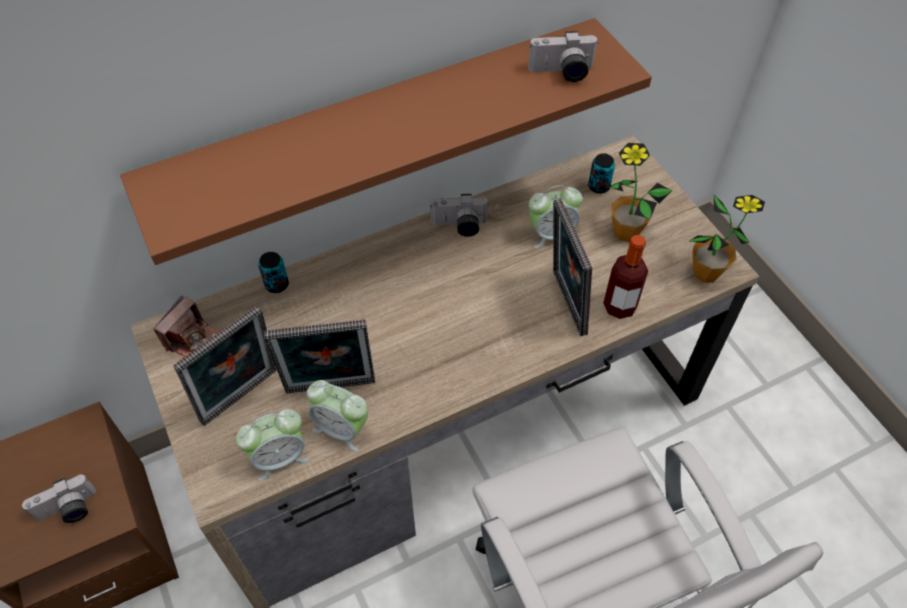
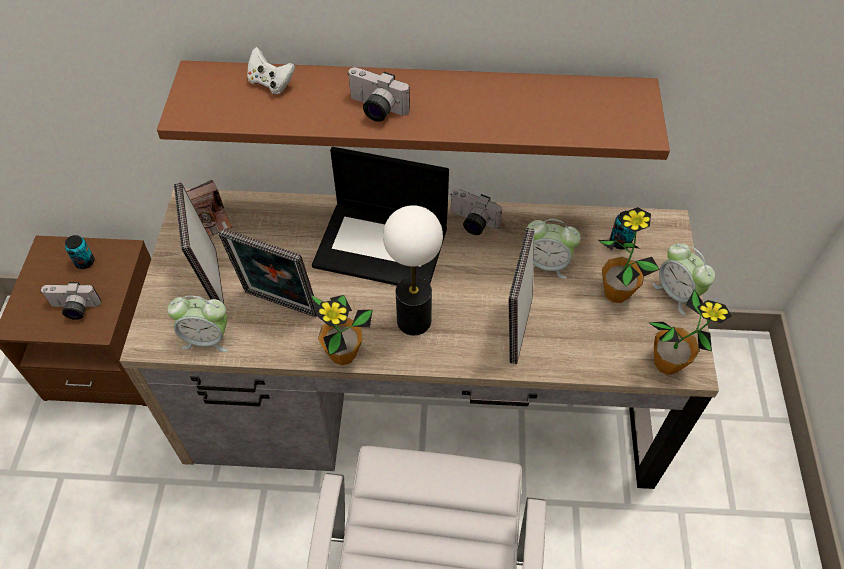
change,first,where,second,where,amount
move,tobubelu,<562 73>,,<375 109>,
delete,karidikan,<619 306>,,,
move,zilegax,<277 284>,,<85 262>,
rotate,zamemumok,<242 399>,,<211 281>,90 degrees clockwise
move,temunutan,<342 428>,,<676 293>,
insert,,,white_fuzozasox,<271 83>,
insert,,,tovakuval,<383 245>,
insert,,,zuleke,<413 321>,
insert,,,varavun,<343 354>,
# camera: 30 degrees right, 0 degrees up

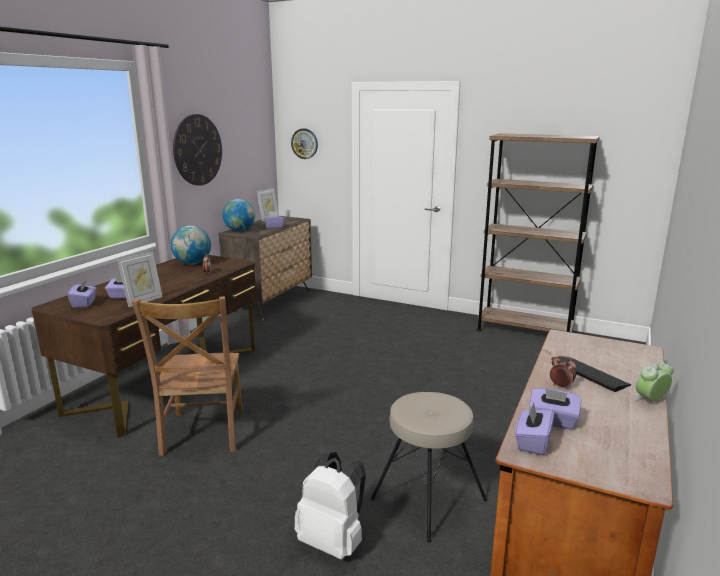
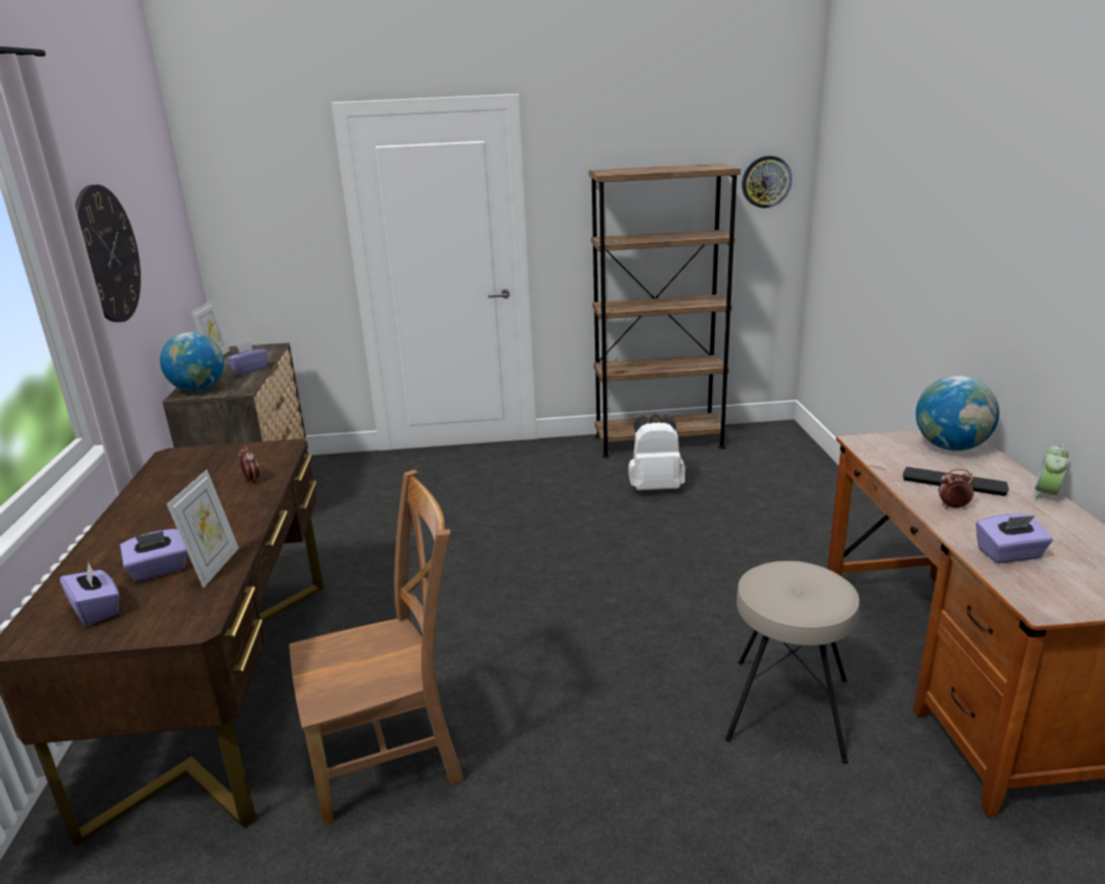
change,first,where,second,where,amount
move,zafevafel,<304 143>,,<766 181>,
move,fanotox,<192 263>,,<951 447>,
rotate,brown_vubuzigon,<202 434>,,<391 756>,75 degrees counterclockwise
delete,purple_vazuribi,<532 442>,,,
move,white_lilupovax,<333 541>,,<655 487>,
# camera: 30 degrees left, 5 degrees up

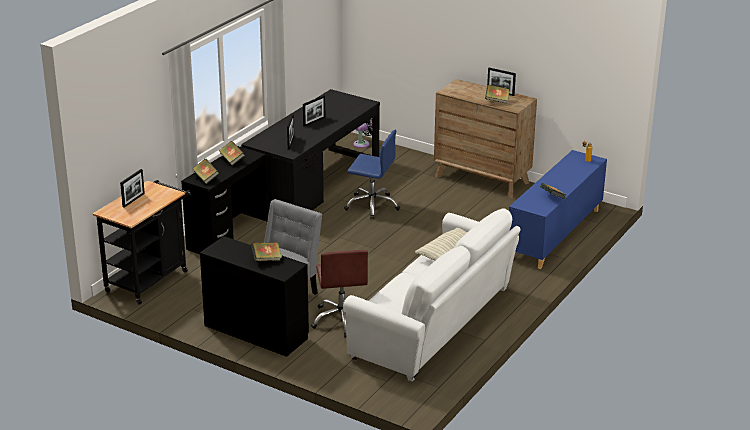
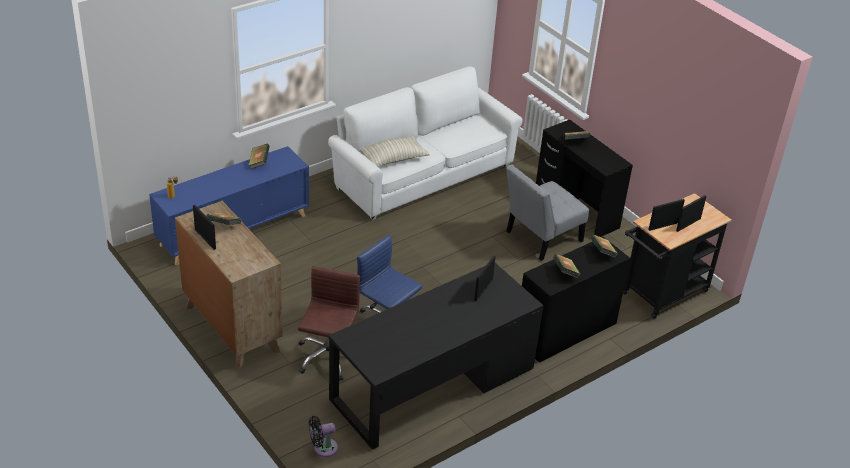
change,first,where,second,where,amount
move,zamemumok,<314 121>,,<663 226>,
move,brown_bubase,<342 320>,,<328 357>,
# camera: 160 degrees left, 10 degrees up

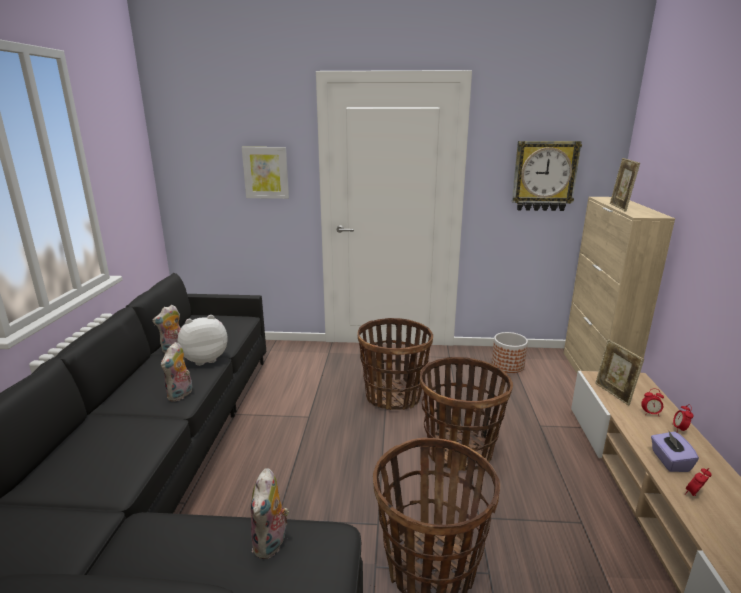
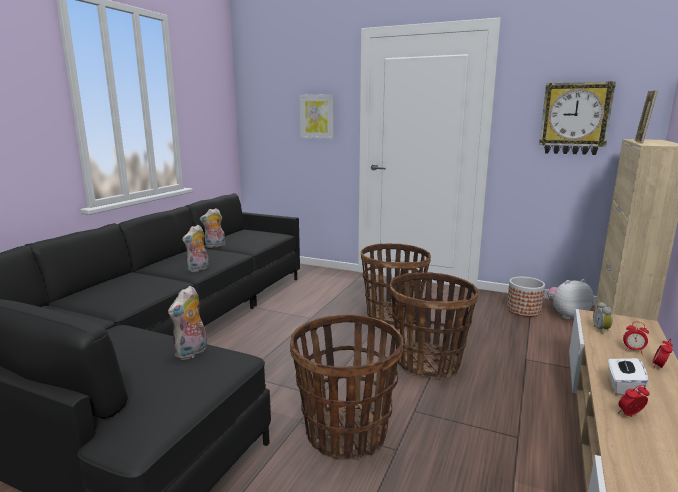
change,first,where,second,where,amount
move,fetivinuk,<204 359>,,<566 315>,
replace,zamemumok,<613 394>,temunutan,<602 330>,
recolor,purple_vazuribi,<669 461>,white_vazuribi,<623 387>,
# camera: 20 degrees right, 5 degrees down

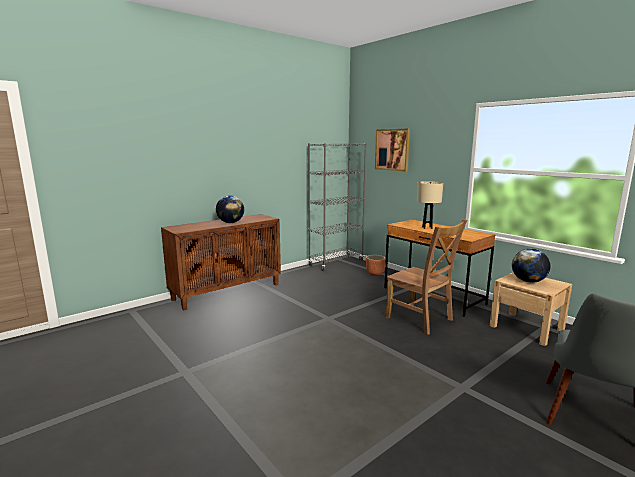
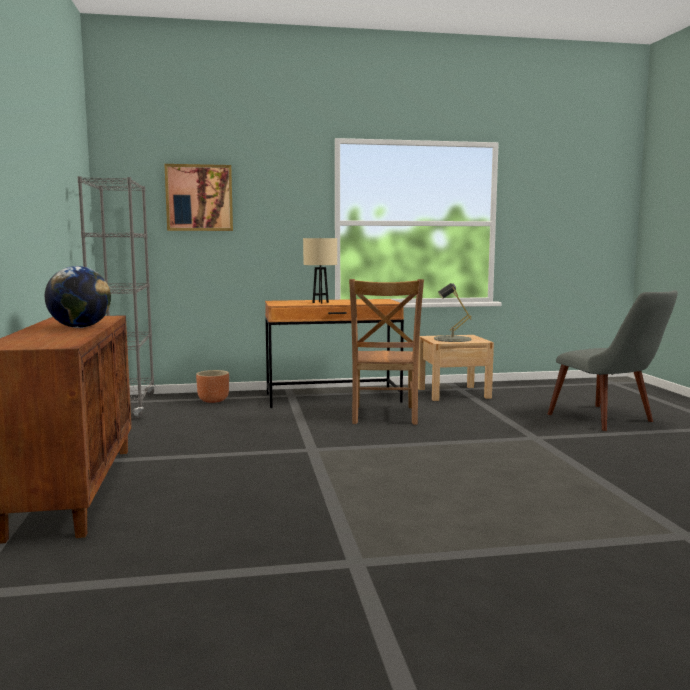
change,first,where,second,where,amount
rotate,brown_vubuzigon,<421 320>,,<383 416>,105 degrees clockwise
replace,fanotox,<528 281>,grey_zuleke,<452 339>,
# camera: 60 degrees left, 5 degrees down

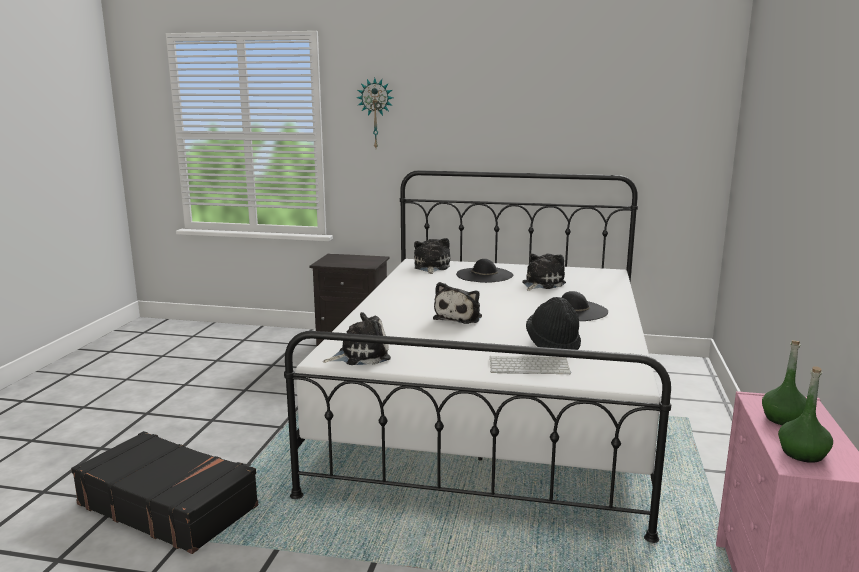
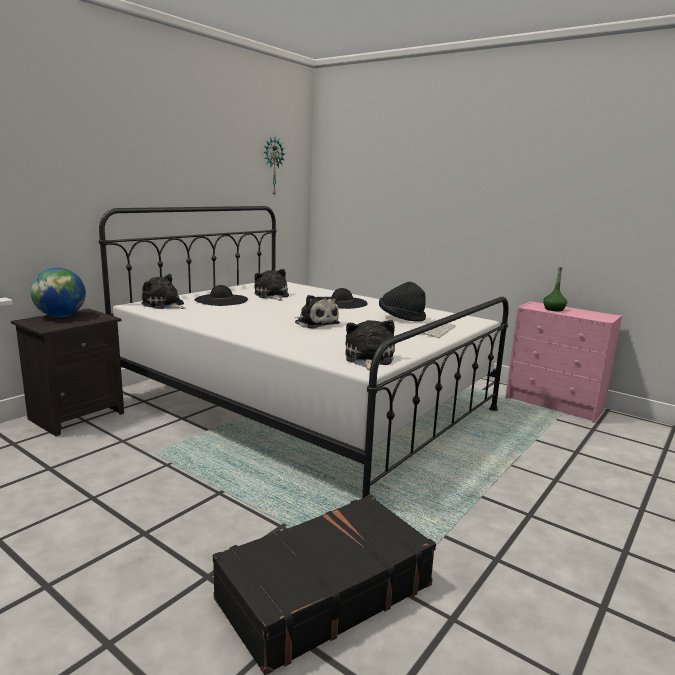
change,first,where,second,where,amount
move,zafevafel,<376 113>,,<272 166>,
delete,green_karidikan,<803 453>,,,
insert,,,fanotox,<61 316>,
# camera: 65 degrees left, 0 degrees up

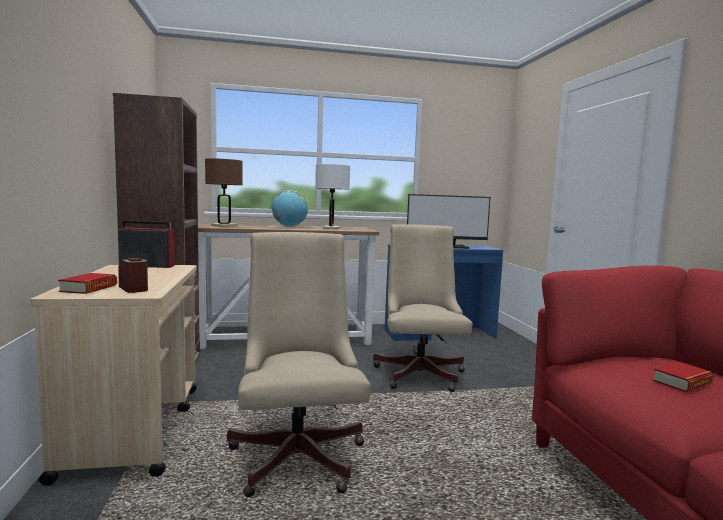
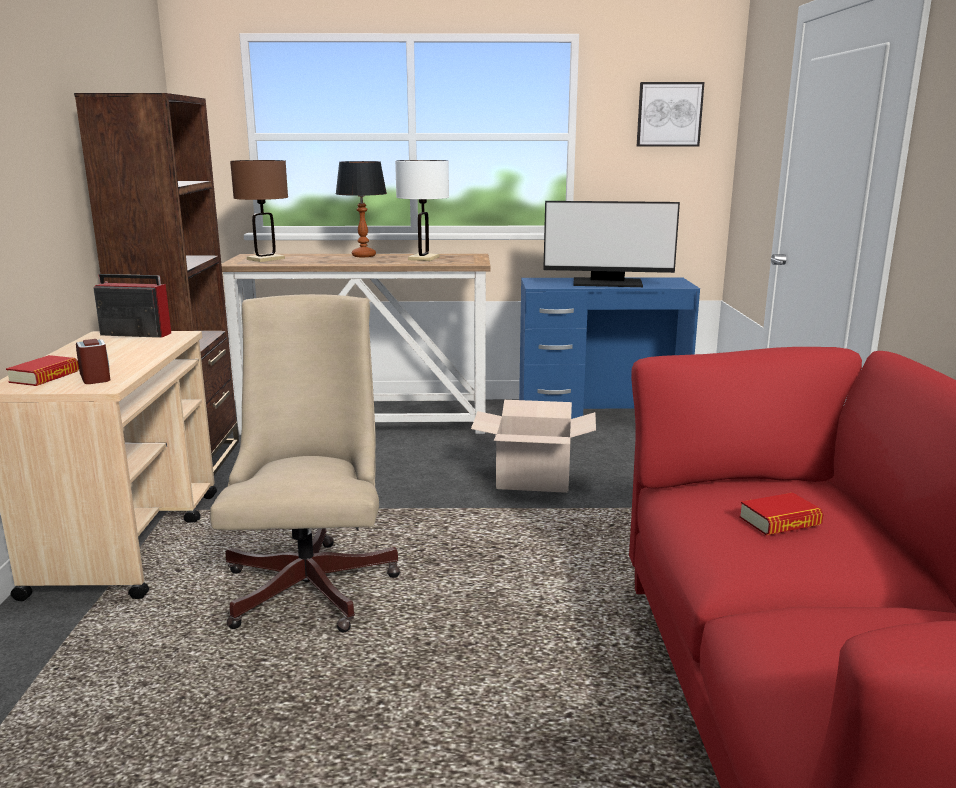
change,first,where,second,where,amount
replace,fanotox,<289 226>,zuleke,<363 256>,
replace,beige_bubase,<420 372>,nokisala,<533 479>,
insert,,,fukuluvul,<669 114>,
# camera: 10 degrees right, 10 degrees up

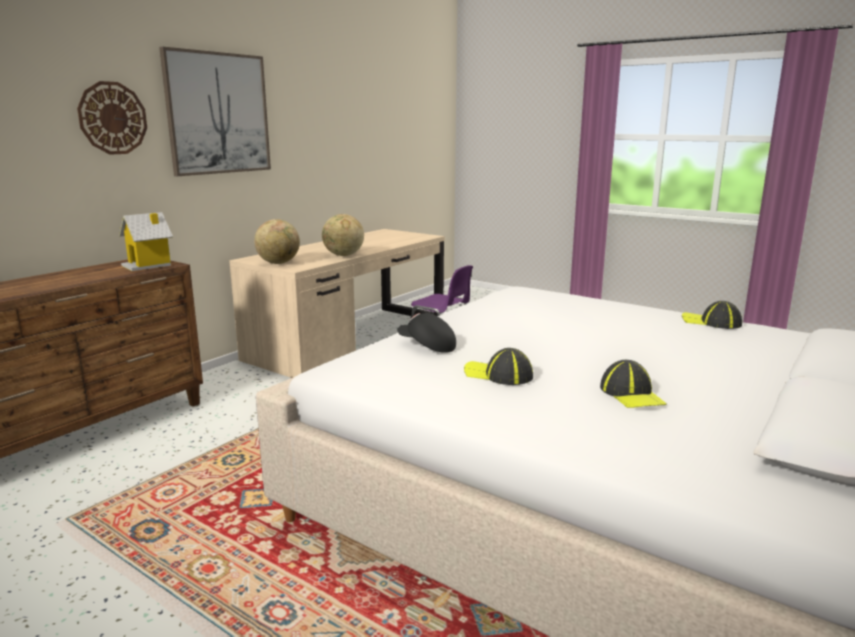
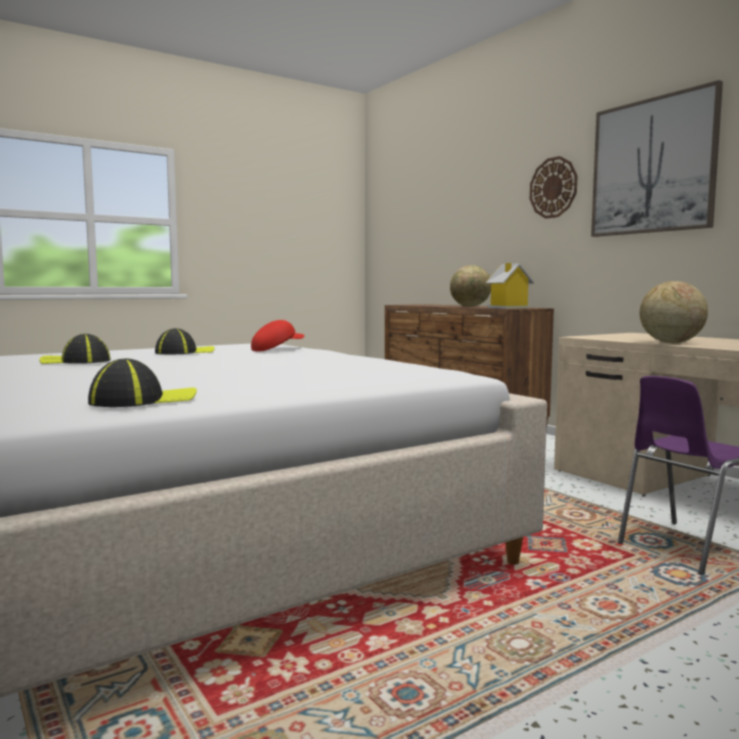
change,first,where,second,where,amount
move,fanotox,<278 263>,,<470 306>,
recolor,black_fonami,<427 346>,red_fonami,<277 350>,
# camera: 110 degrees right, 10 degrees down

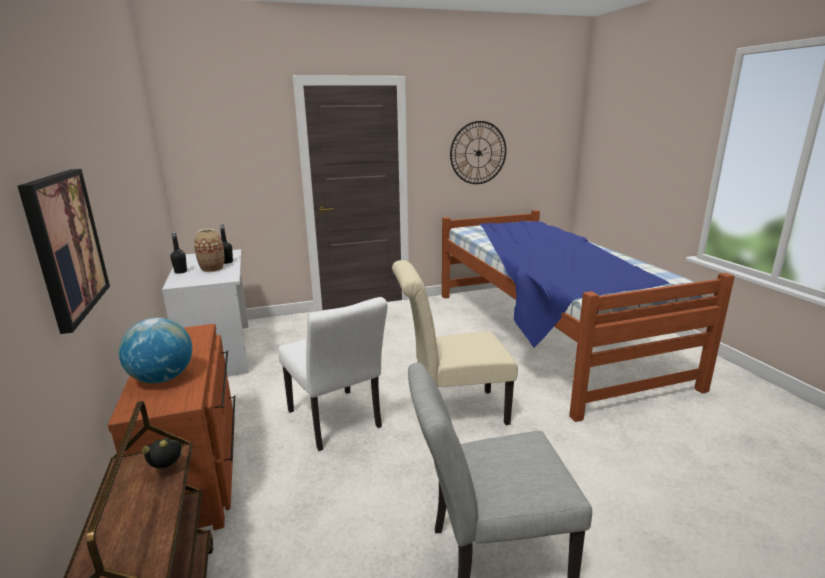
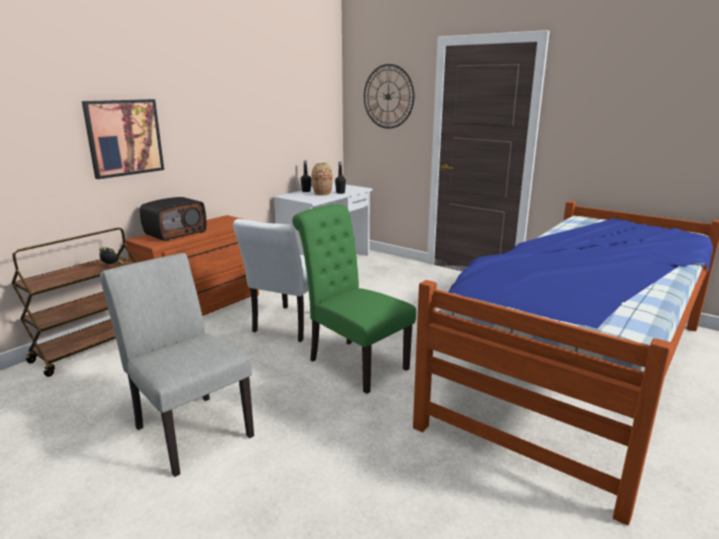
change,first,where,second,where,amount
move,zafevafel,<478 153>,,<388 96>,
recolor,beige_vubuzigon,<452 412>,green_vubuzigon,<353 362>,
replace,fanotox,<162 378>,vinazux,<175 233>,
# camera: 55 degrees right, 0 degrees up

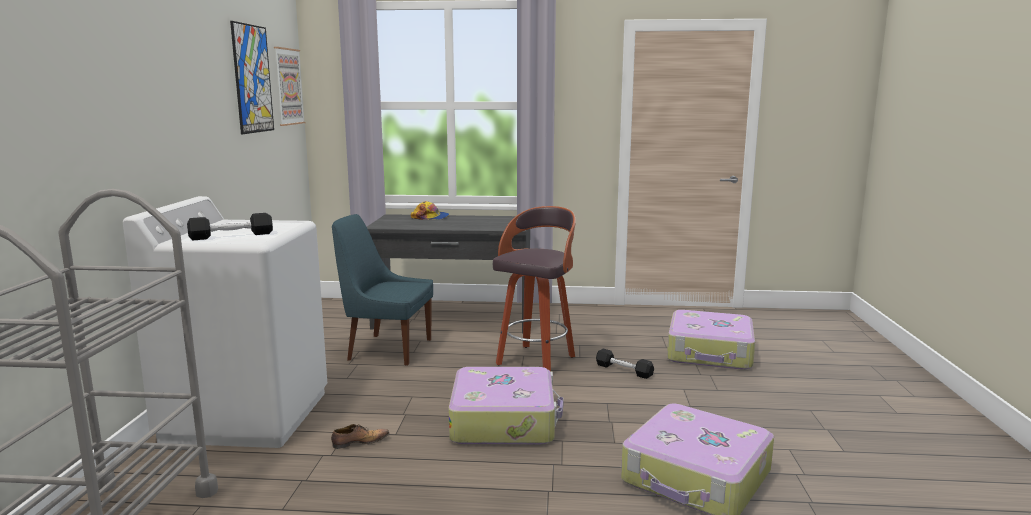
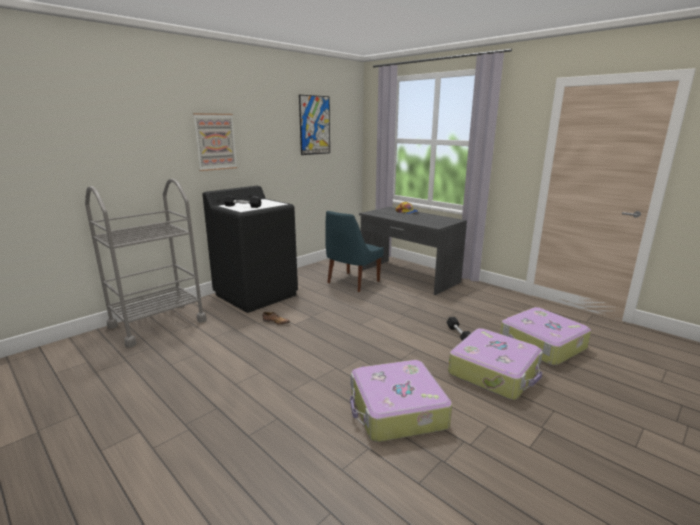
change,first,where,second,where,amount
move,fukuluvul,<288 86>,,<215 142>,
recolor,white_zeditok,<247 415>,black_zeditok,<256 294>,
delete,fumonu,<536 360>,,,
rotate,blue_vubuzigon,<387 349>,,<352 283>,105 degrees counterclockwise
move,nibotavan,<504 420>,,<494 372>,
# camera: 40 degrees right, 5 degrees up

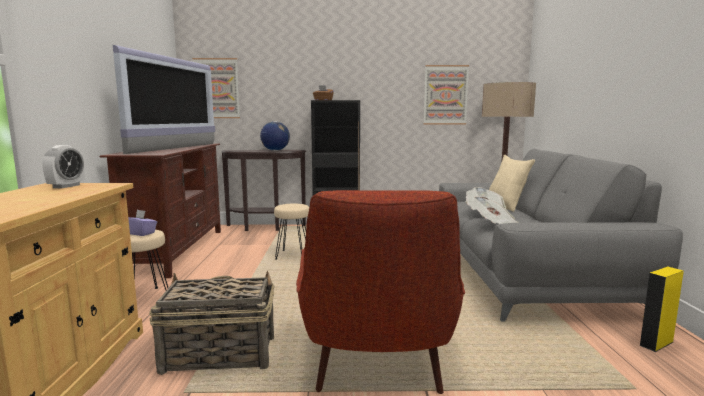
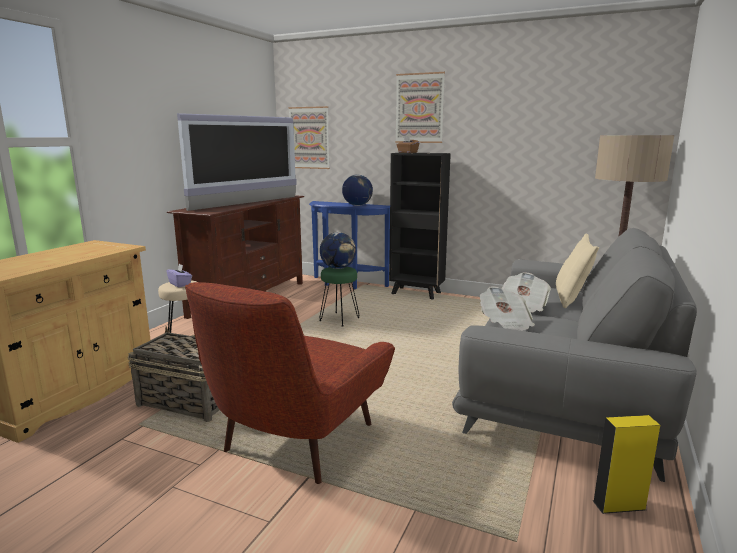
change,first,where,second,where,amount
move,fukuluvul,<445 95>,,<419 108>,
delete,temunutan,<66 186>,,,
recolor,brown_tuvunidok,<264 227>,blue_tuvunidok,<346 284>,
recolor,beige_fumonu,<293 255>,green_fumonu,<339 319>,
insert,,,fanotox,<338 268>,
# camera: 25 degrees right, 5 degrees up

